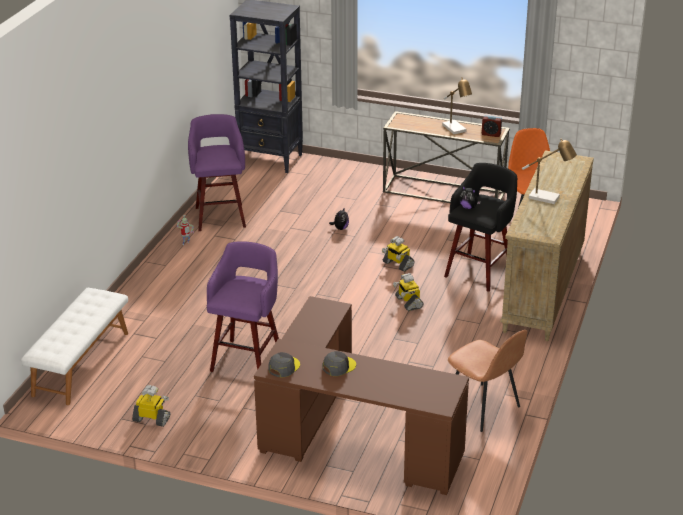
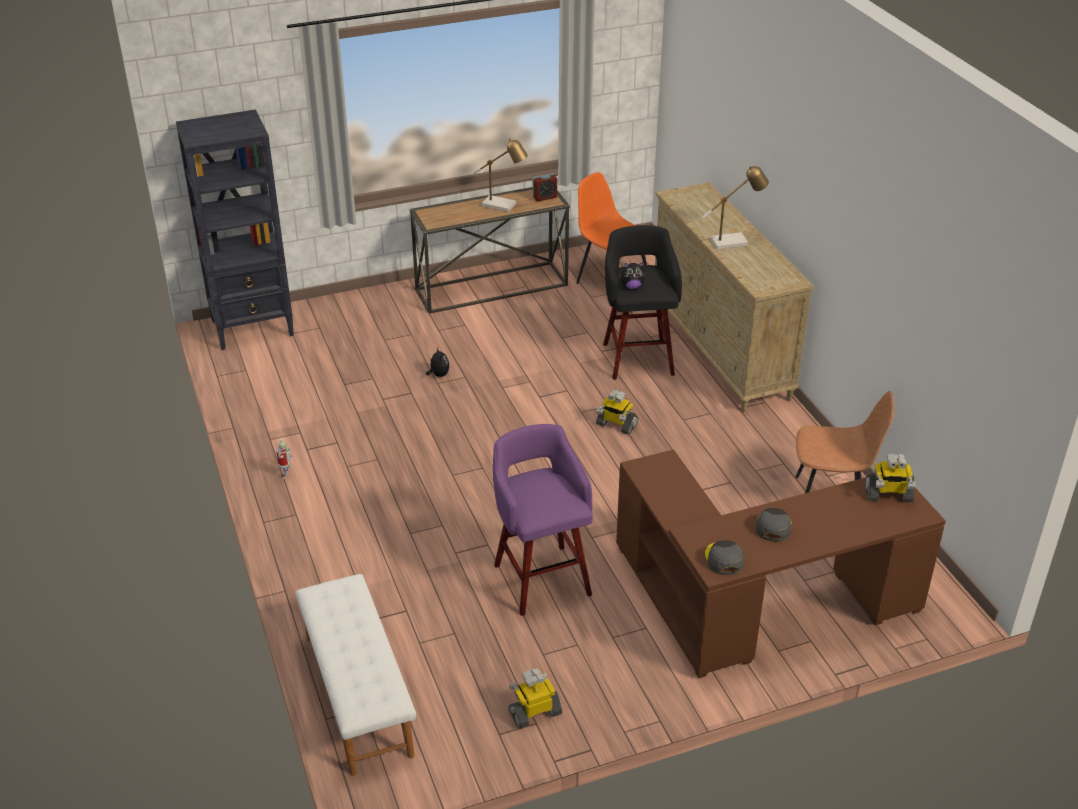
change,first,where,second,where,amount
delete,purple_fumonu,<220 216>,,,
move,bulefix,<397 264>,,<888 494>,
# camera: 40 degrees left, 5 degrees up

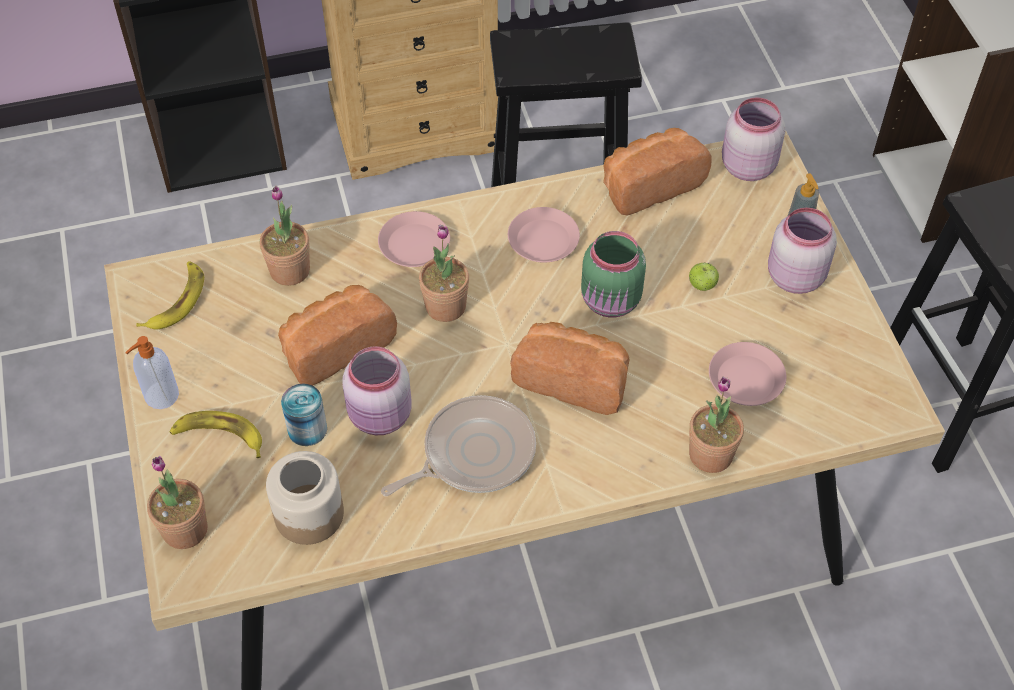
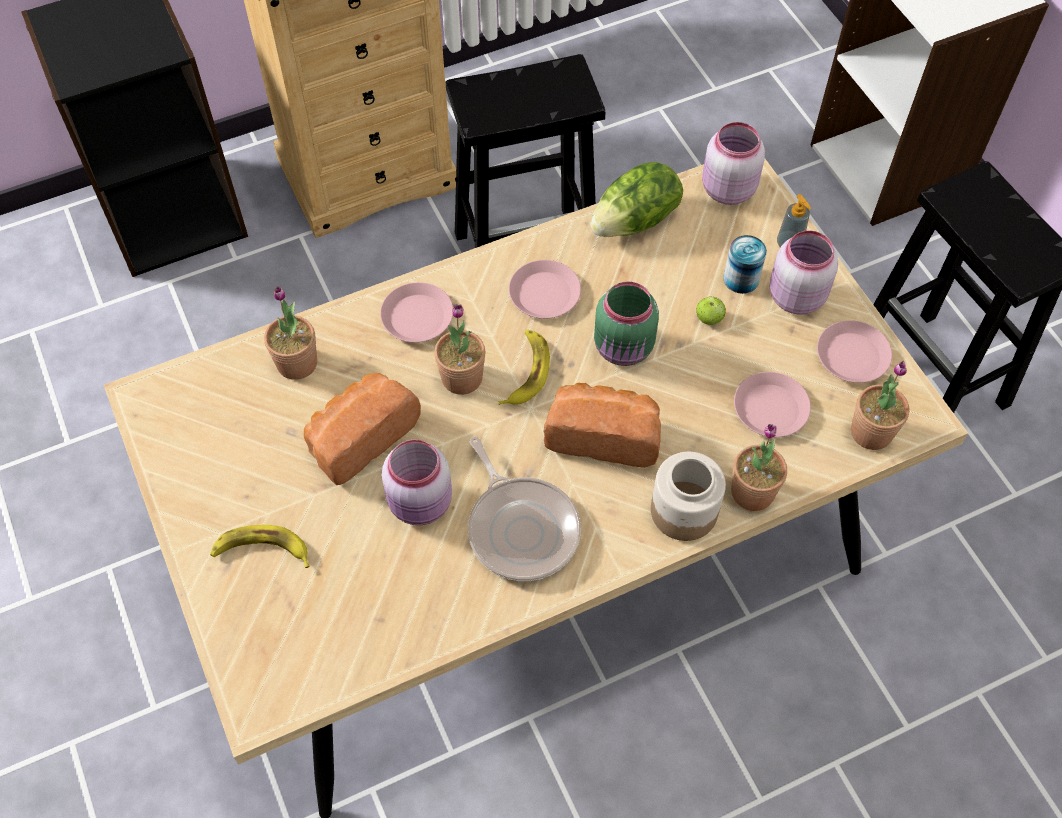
change,first,where,second,where,amount
replace,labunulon,<649 184>,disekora,<636 221>,
move,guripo,<176 300>,,<526 371>,
delete,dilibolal,<160 396>,,,
move,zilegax,<307 429>,,<741 279>,
rotate,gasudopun,<473 453>,,<521 528>,105 degrees clockwise
move,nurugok,<308 513>,,<683 510>,
move,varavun,<185 529>,,<871 432>,
insert,,,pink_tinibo,<851 356>,
# camera: 10 degrees left, 5 degrees up

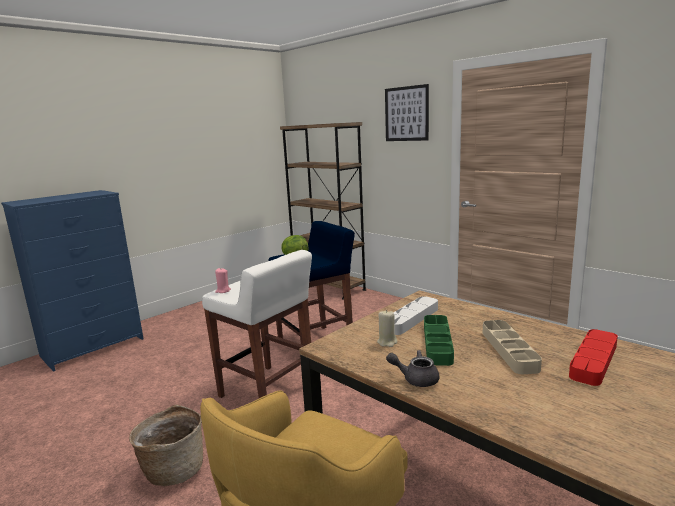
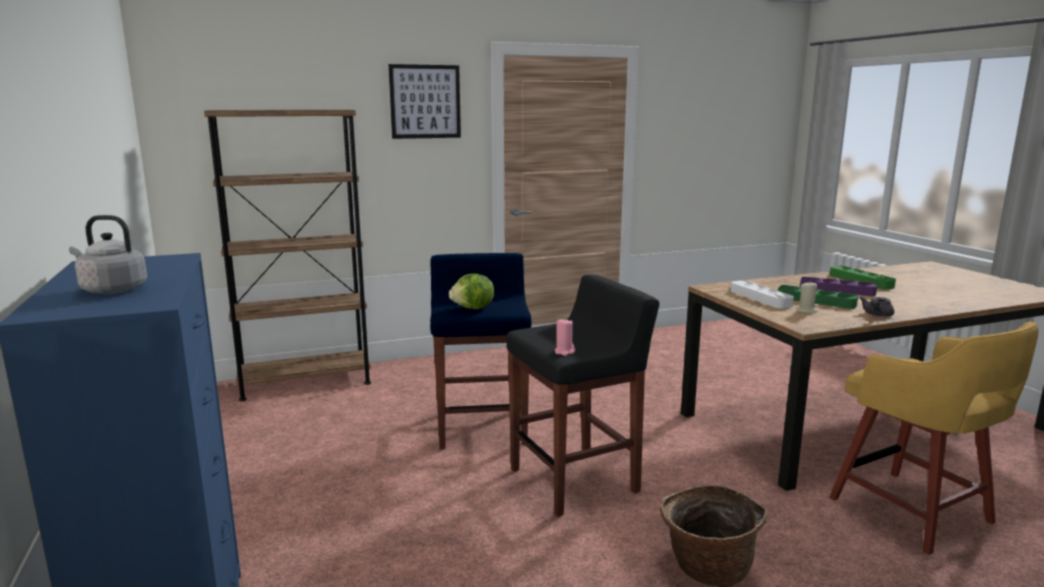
change,first,where,second,where,amount
recolor,white_fumonu,<268 391>,black_fumonu,<576 480>,
recolor,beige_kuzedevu,<509 350>,purple_kuzedevu,<837 290>,
recolor,red_kuzedevu,<593 361>,green_kuzedevu,<860 281>,
insert,,,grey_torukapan,<111 290>,
# camera: 65 degrees left, 0 degrees up

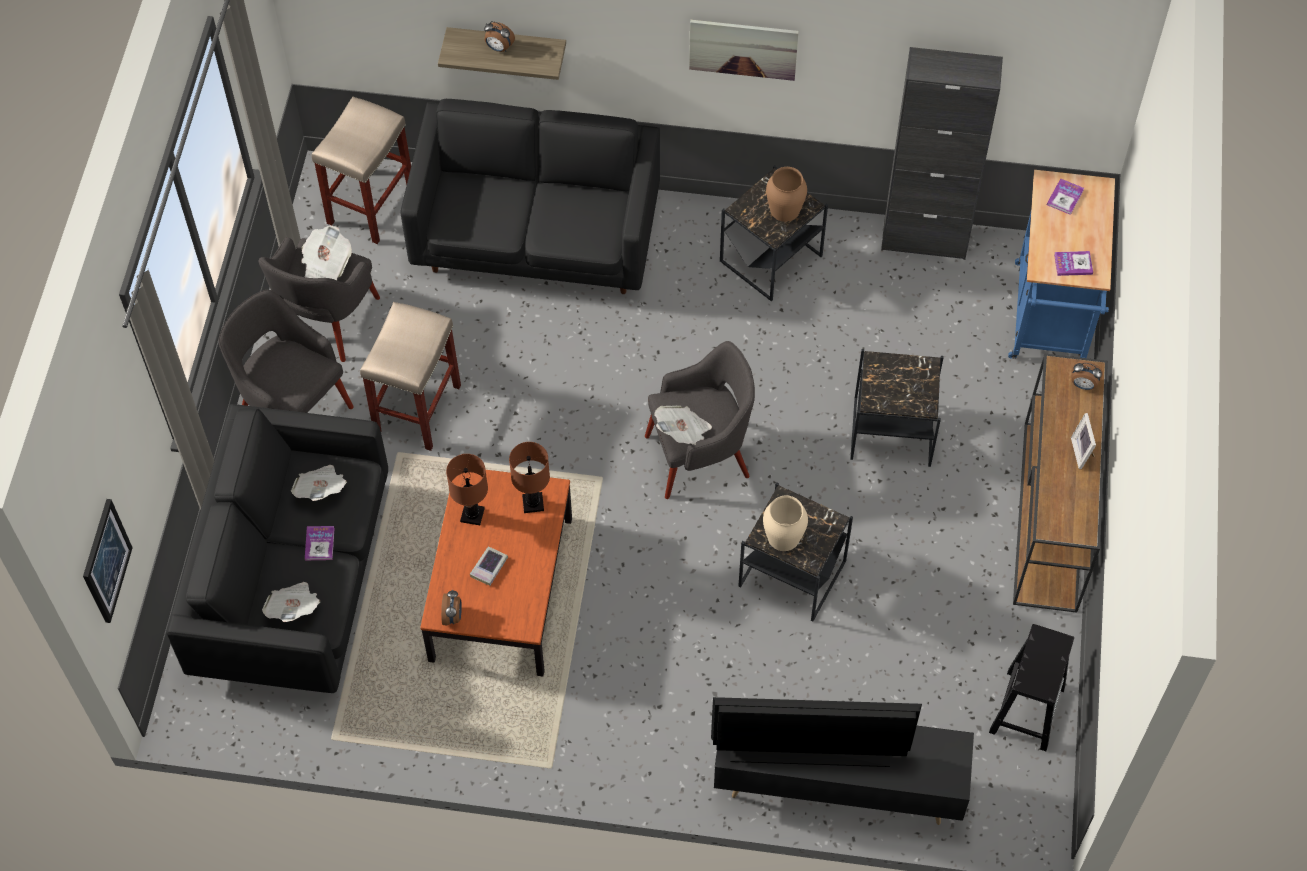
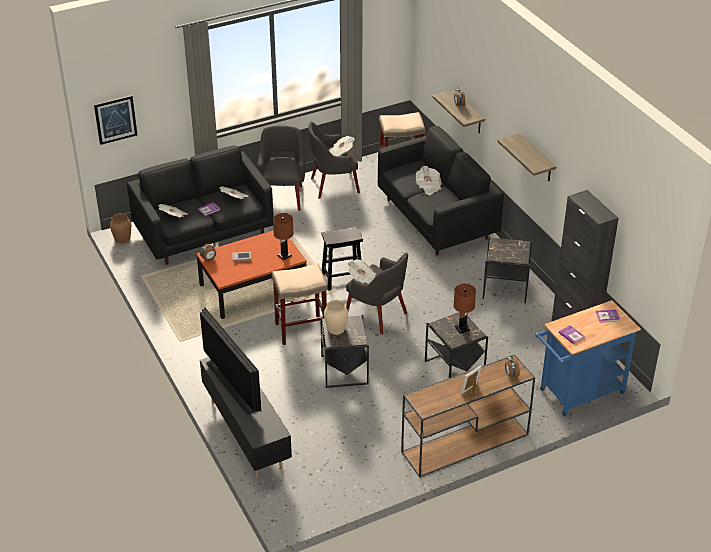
change,first,where,second,where,amount
replace,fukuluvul,<743 49>,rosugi,<536 159>,
move,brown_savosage,<784 209>,,<122 238>,
move,beige_fumonu,<417 408>,,<301 329>,
move,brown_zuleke,<473 515>,,<462 328>,
move,black_fumonu,<1027 708>,,<343 278>,
insert,,,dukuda,<428 187>,
# camera: 55 degrees right, 20 degrees down

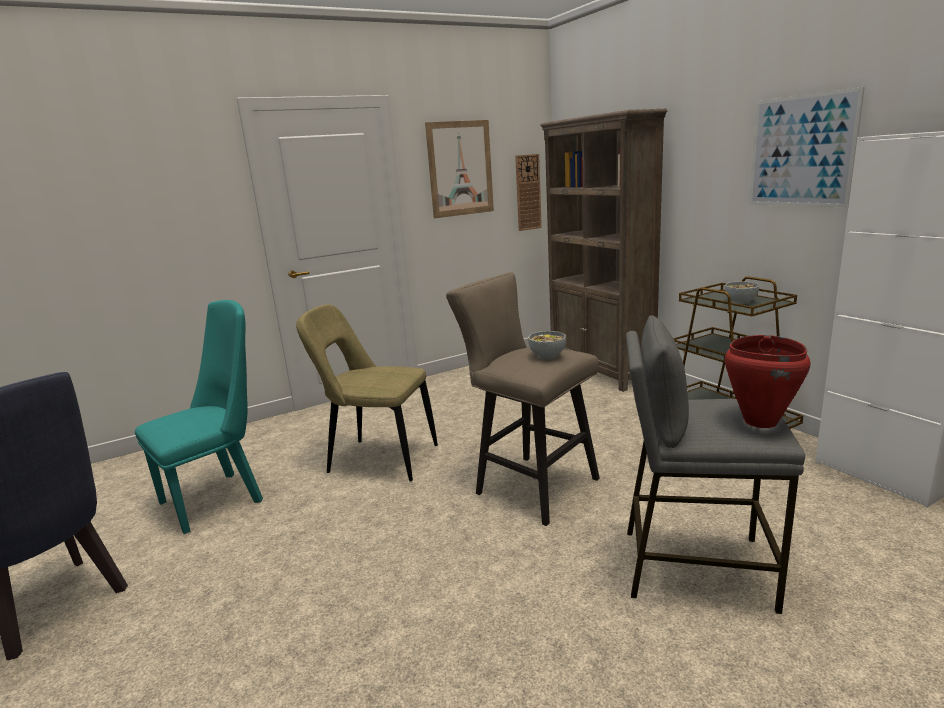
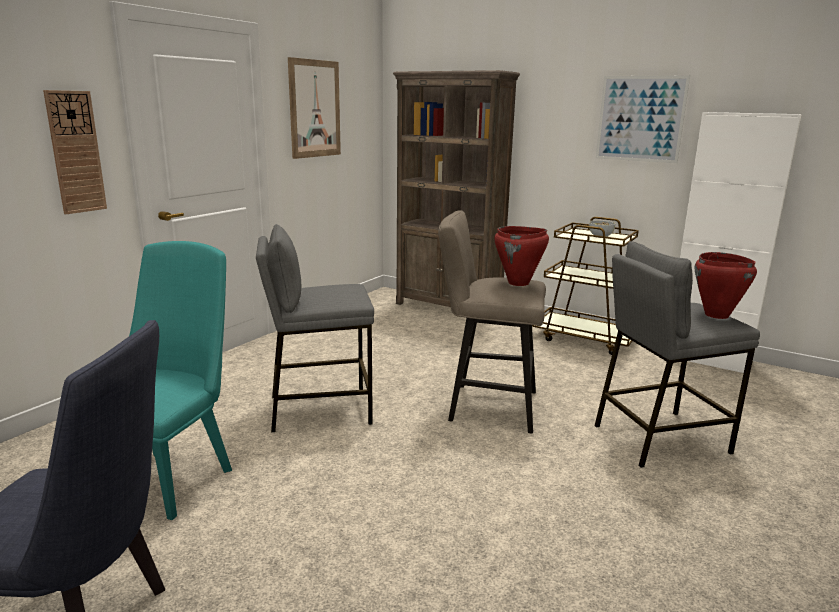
change,first,where,second,where,amount
move,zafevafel,<528 192>,,<75 152>,
replace,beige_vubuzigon,<378 459>,grey_fumonu,<319 409>,
replace,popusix,<547 356>,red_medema,<518 283>,
# camera: 30 degrees left, 0 degrees up

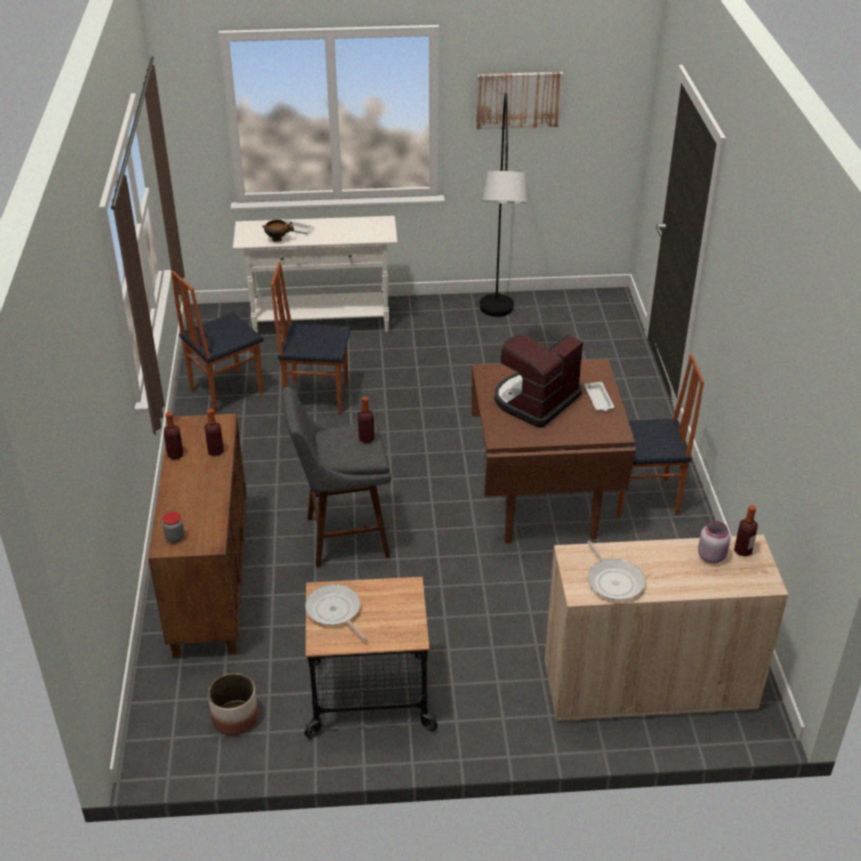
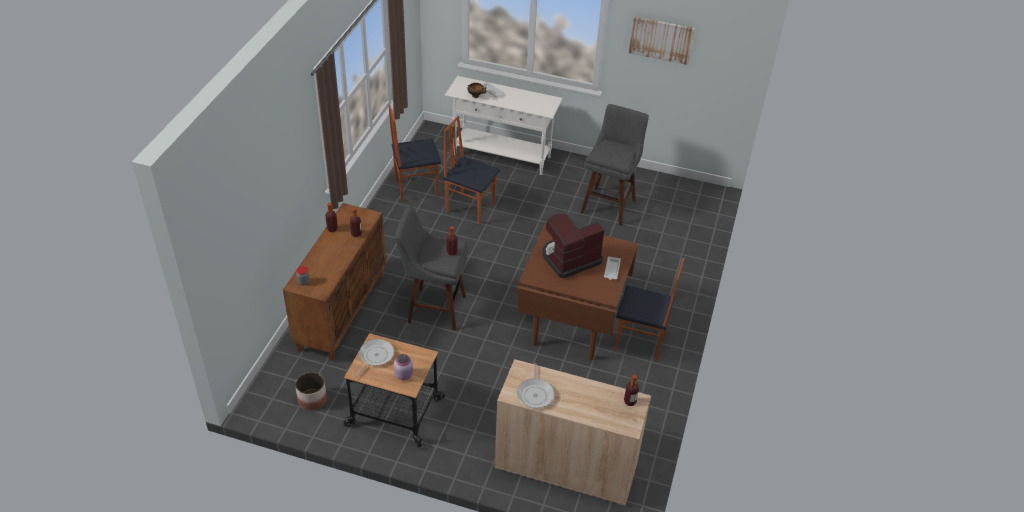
change,first,where,second,where,amount
replace,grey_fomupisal,<497 344>,grey_fumonu,<609 204>,
move,pink_nurugok,<712 556>,,<404 375>,
rotate,gasudopun,<335 612>,,<375 356>,45 degrees clockwise
# camera: 20 degrees right, 5 degrees up

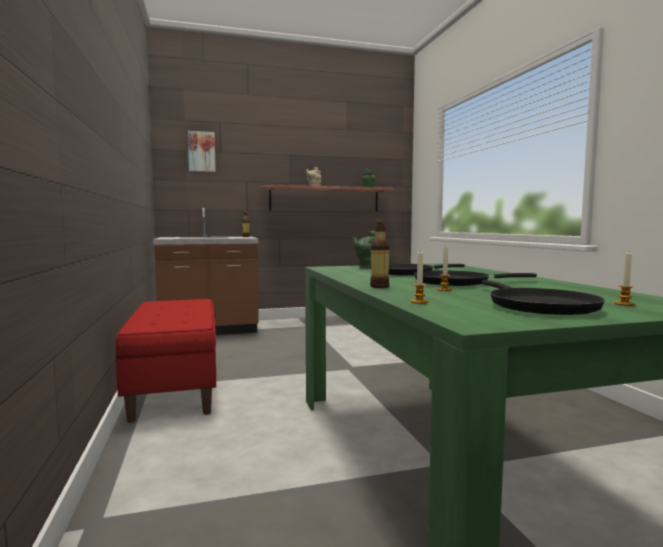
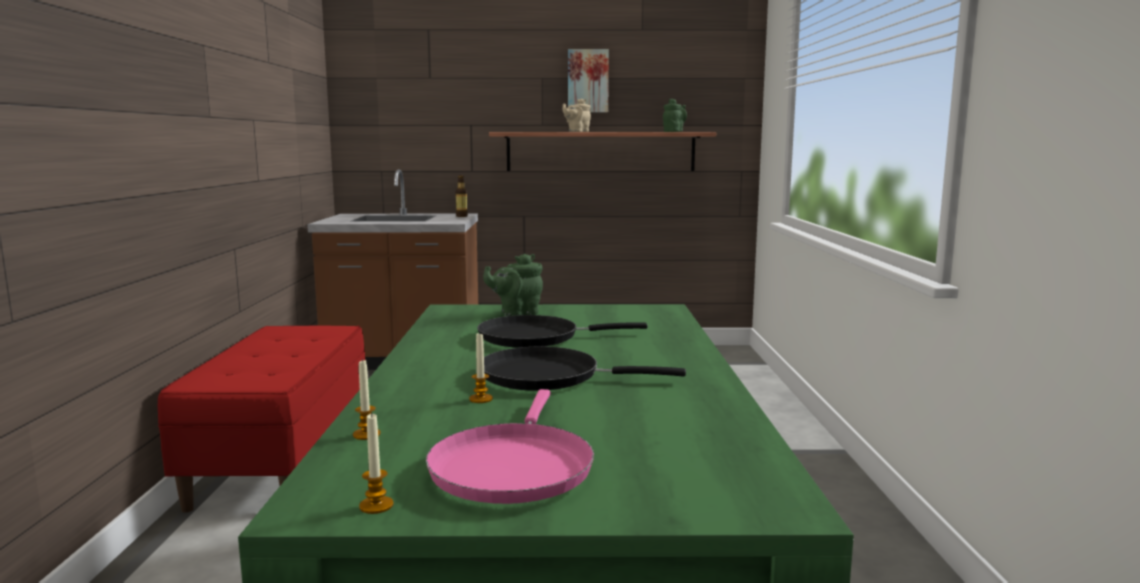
change,first,where,second,where,amount
move,fukuluvul,<201 151>,,<588 81>,
delete,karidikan,<379 287>,,,
move,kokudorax,<624 304>,,<376 506>,
recolor,black_gasudopun,<538 306>,pink_gasudopun,<513 466>,
# camera: 15 degrees right, 5 degrees up

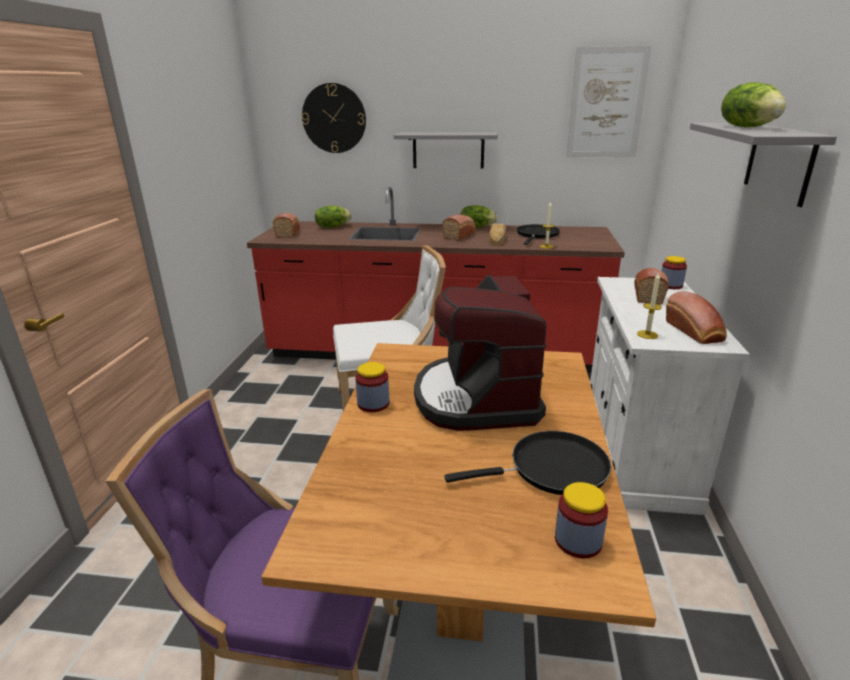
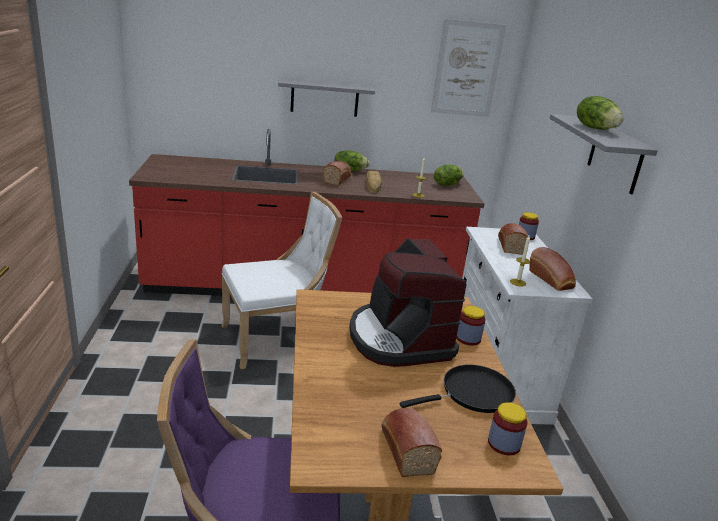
change,first,where,second,where,amount
delete,zafevafel,<334 118>,,,
move,disekora,<332 227>,,<447 184>,
move,labunulon,<288 233>,,<406 449>,
delete,black_gasudopun,<537 235>,,,
move,nurugok,<373 404>,,<468 338>,
# camera: 15 degrees left, 0 degrees up

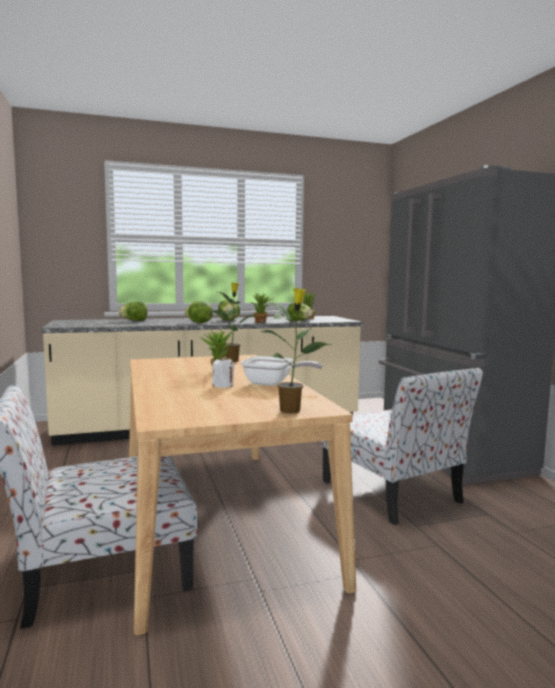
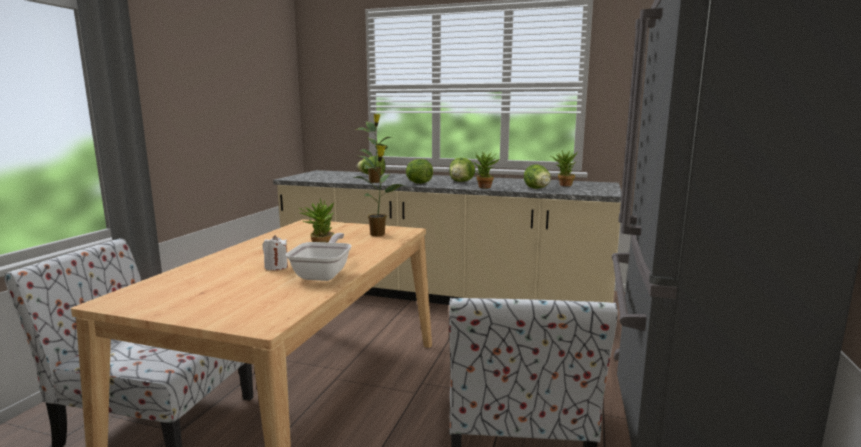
change,first,where,second,where,amount
move,varavun,<291 410>,,<375 182>,
rotate,gasudopun,<273 384>,,<324 274>,135 degrees counterclockwise
# camera: 35 degrees right, 5 degrees up

